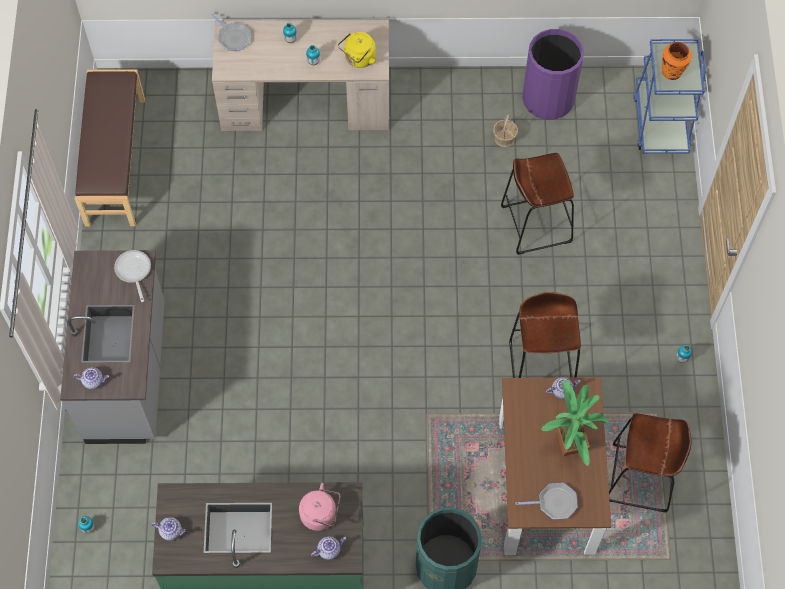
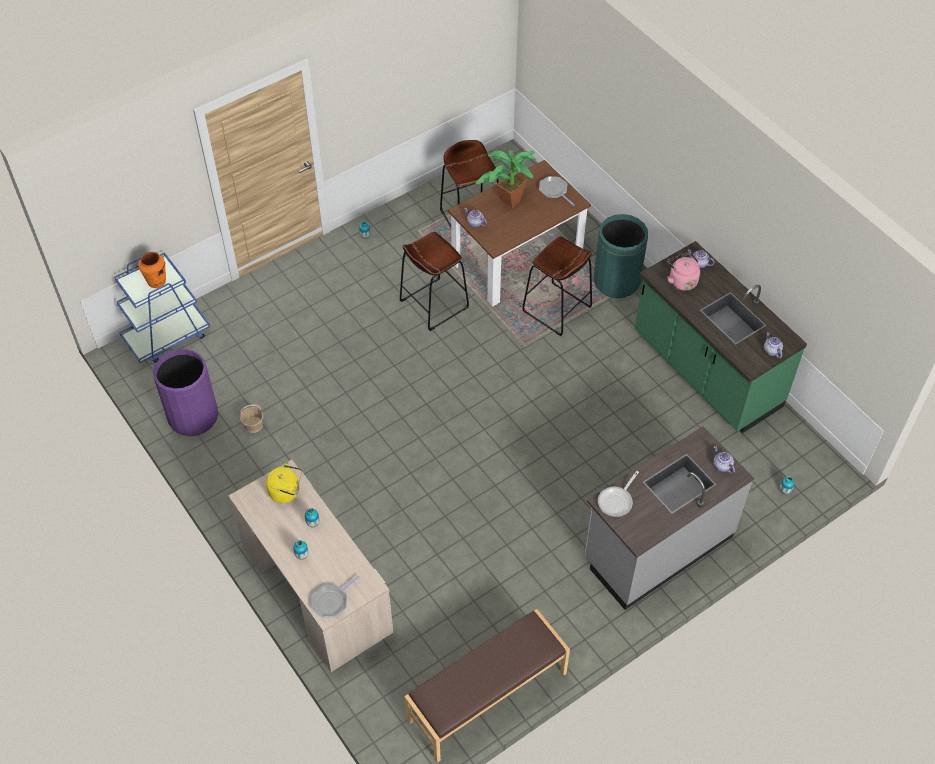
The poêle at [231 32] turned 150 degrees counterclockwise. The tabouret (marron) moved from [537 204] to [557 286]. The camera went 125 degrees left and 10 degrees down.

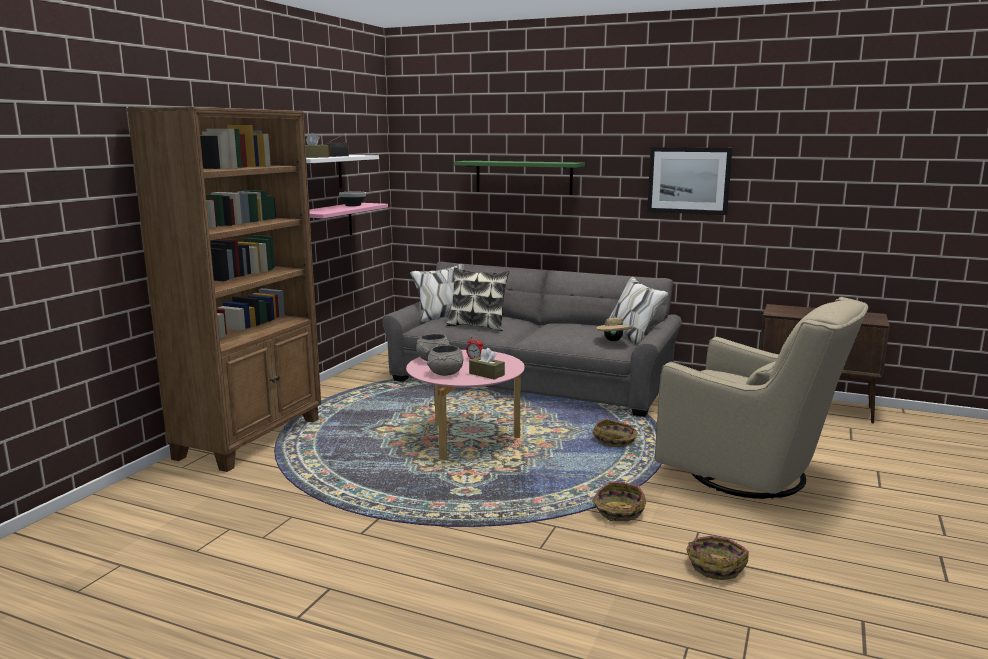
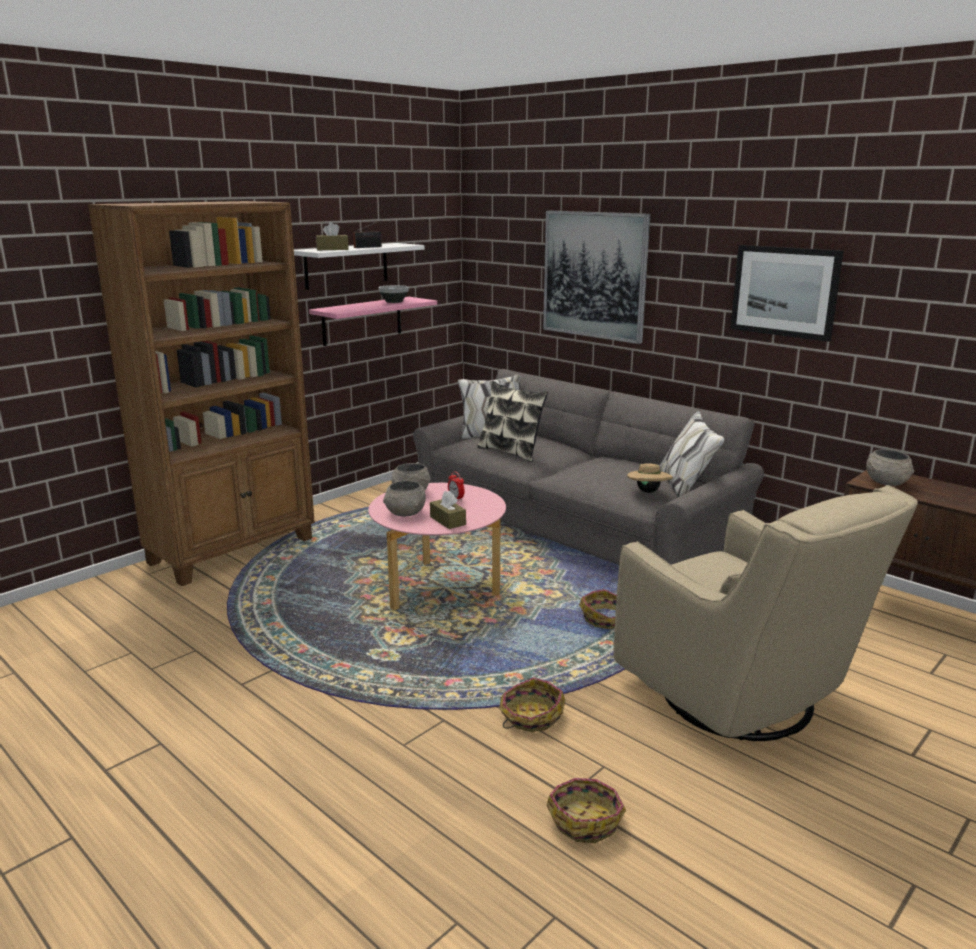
The étagère (vert) at [519 178] was replaced by the tableau at [596 277]. The bol (gris) at [890 467] appeared. The camera went 20 degrees right and 5 degrees up.

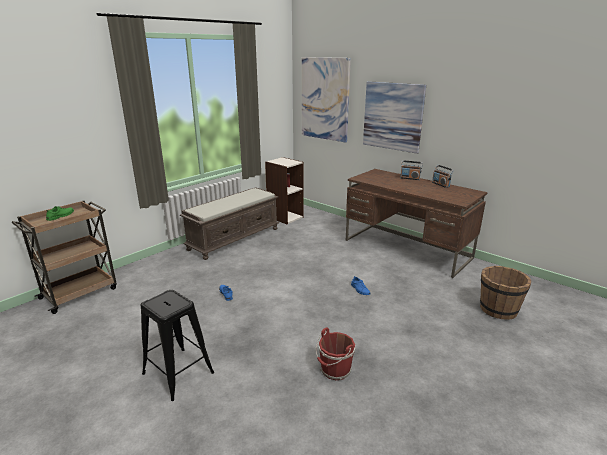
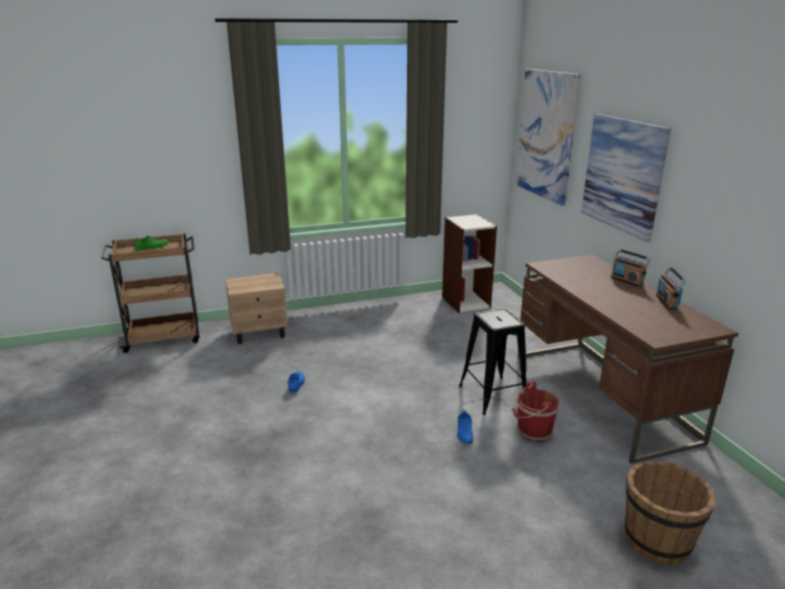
The tabouret (noir) moved from [177 345] to [492 361]. The banc (marron) at [229 223] disappeared. The seau (rouge) moved from [335 354] to [536 411]. The table de chevet (beige) at [256 308] appeared. The camera went 30 degrees right and 0 degrees up.

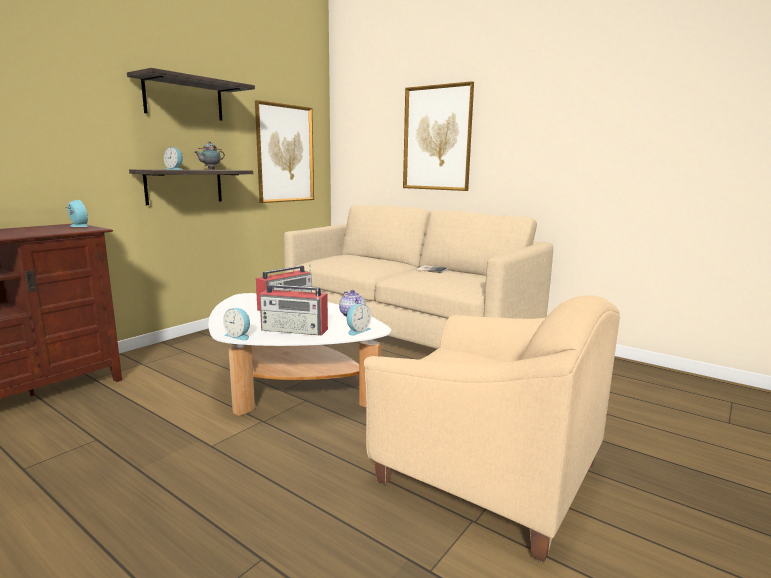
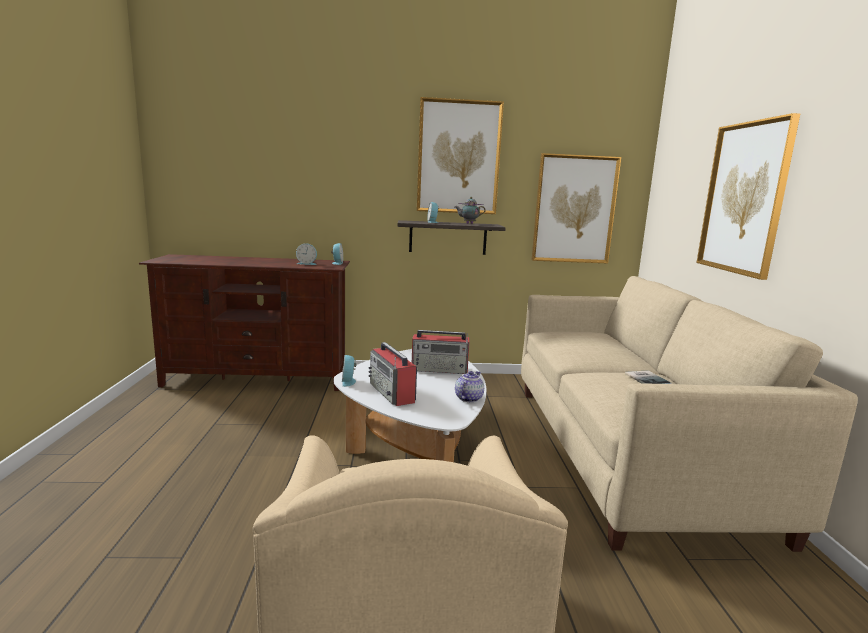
The étagère at [191 94] was replaced by the tableau at [460 155]. The réveil moved from [359 320] to [306 254]. The camera went 50 degrees right and 0 degrees up.

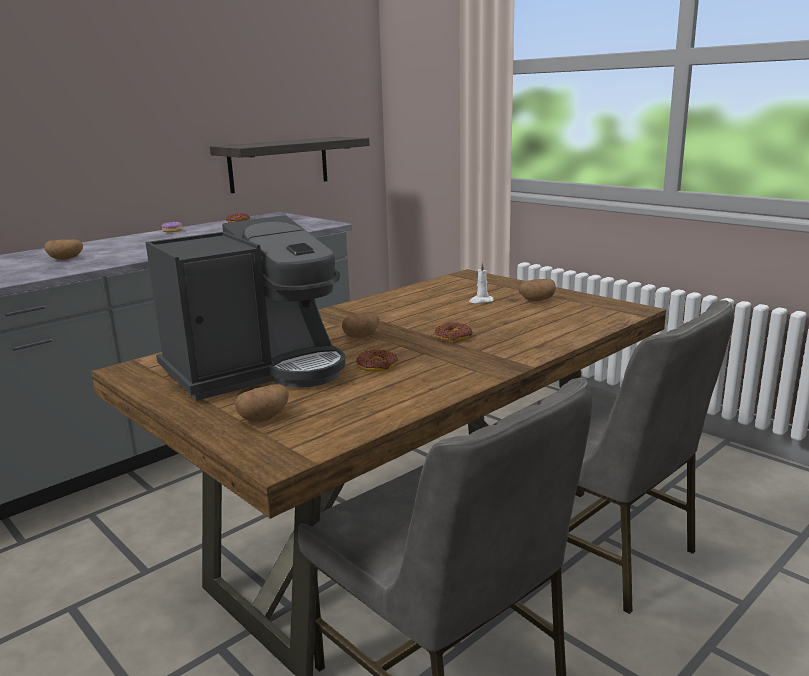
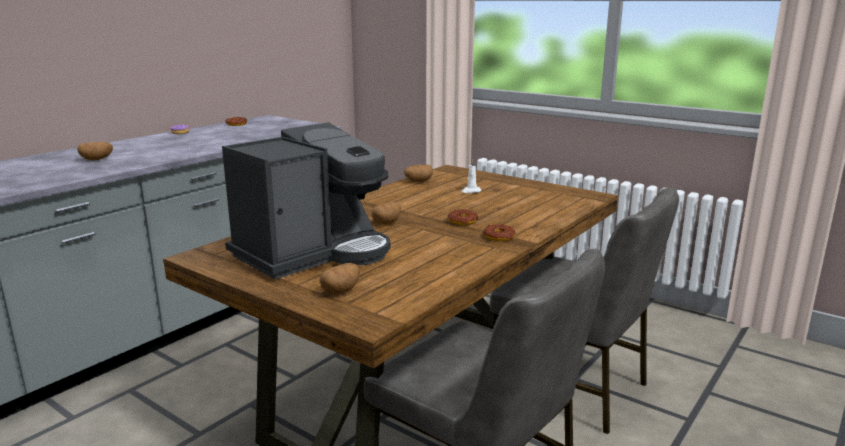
The étagère at [290 165] disappeared. The beignet moved from [377 361] to [499 232]. The pomme de terre moved from [537 290] to [418 173]. The camera went 10 degrees left and 0 degrees up.

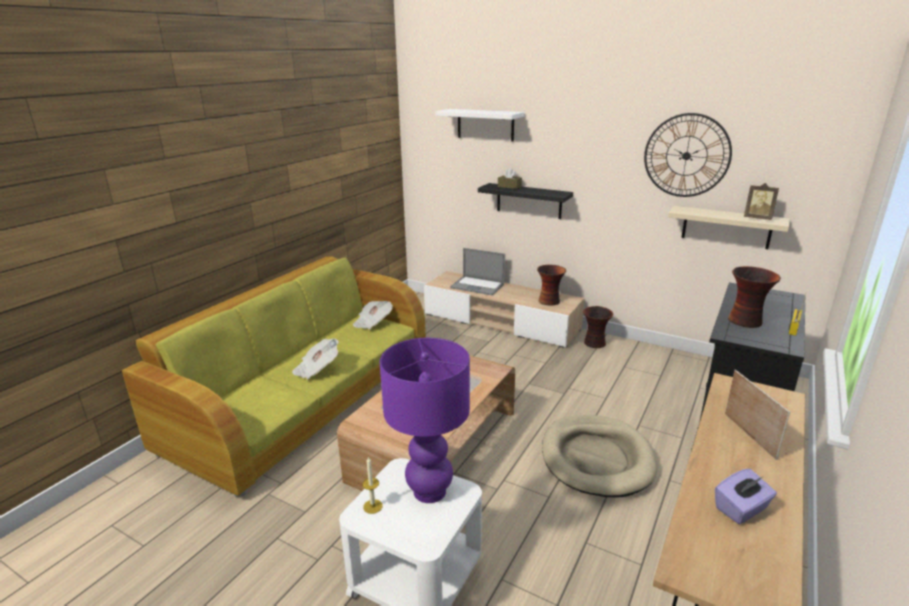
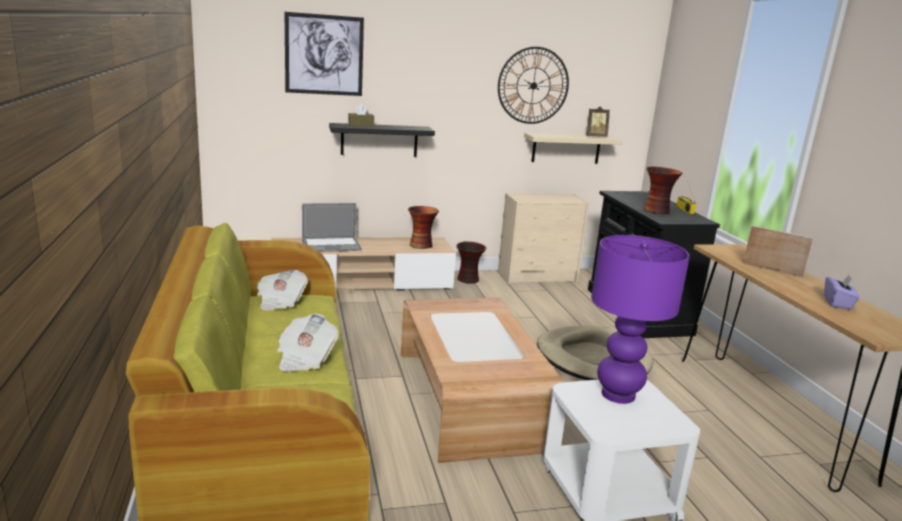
The bougie at [372 485] disappeared. The étagère (blanc) at [480 125] was replaced by the tableau at [324 54]. The commode (beige) at [543 238] appeared. The camera went 45 degrees left and 5 degrees down.

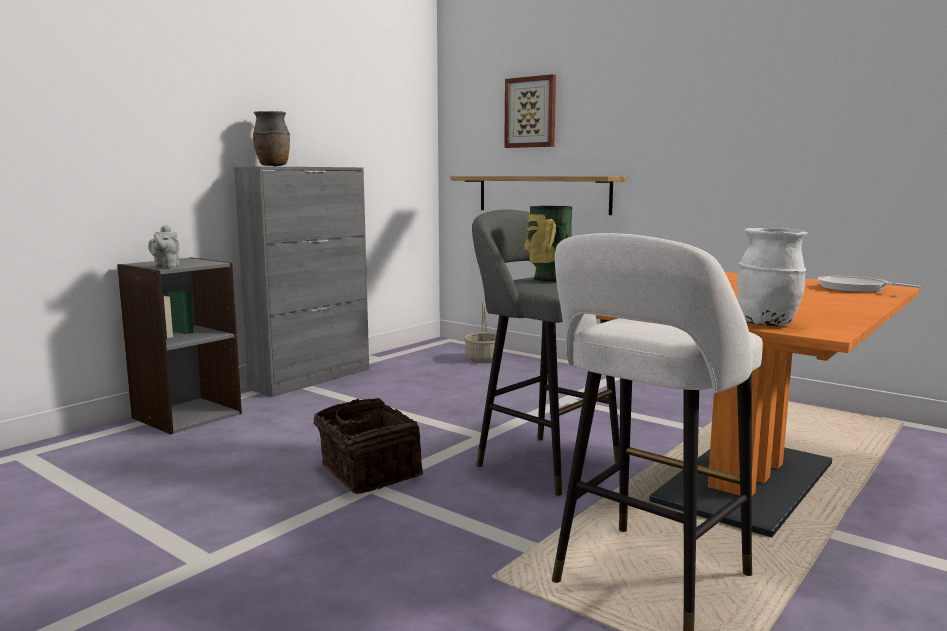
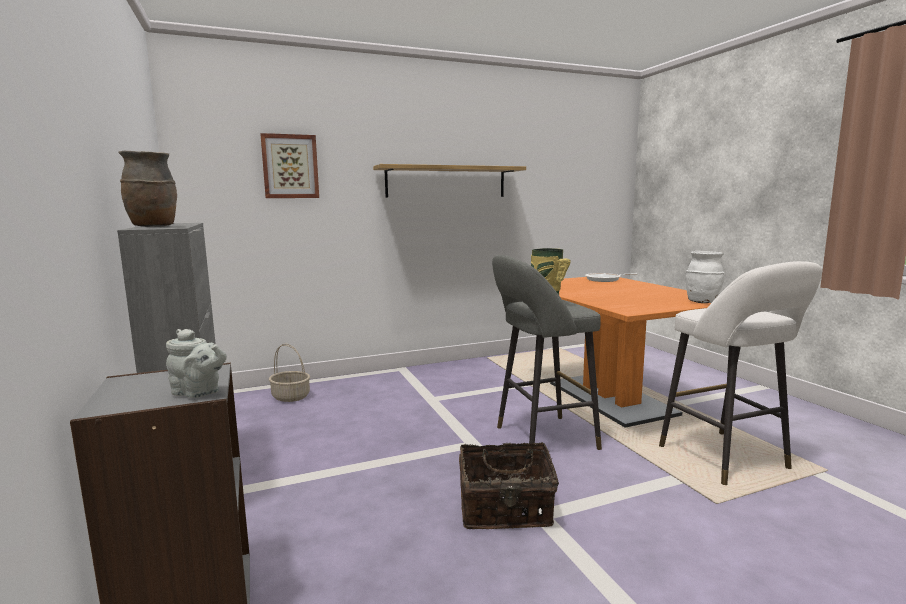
The étagère moved from [538 195] to [449 181]. The camera went 60 degrees left and 0 degrees up.

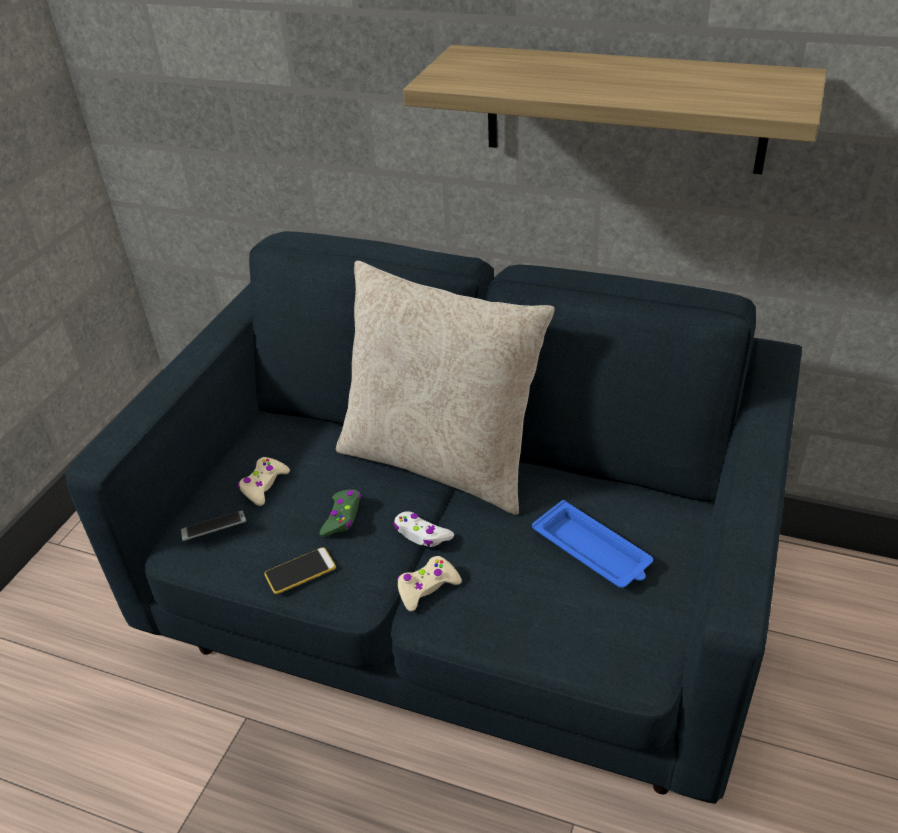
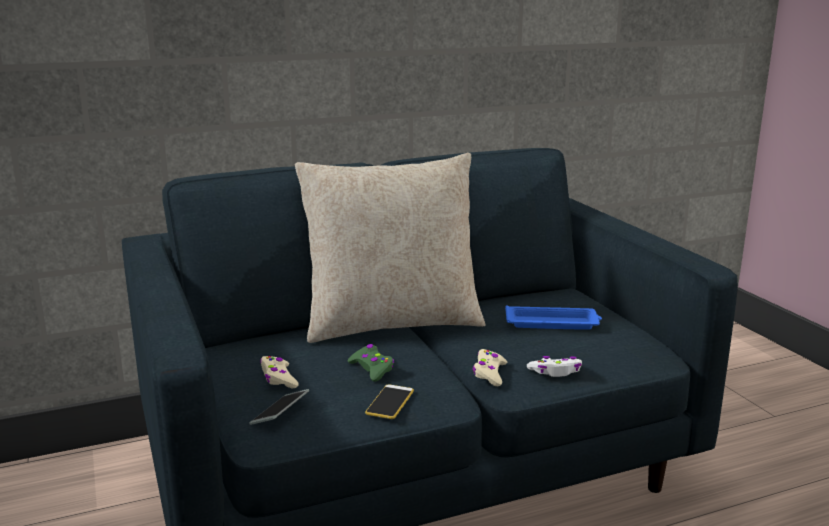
The manette (blanc) moved from [423 529] to [554 366]. The étagère at [615 109] disappeared. The camera went 45 degrees left and 20 degrees down.

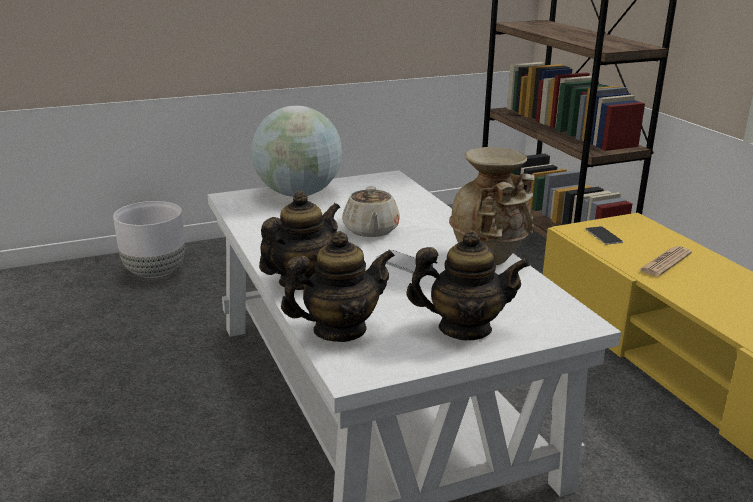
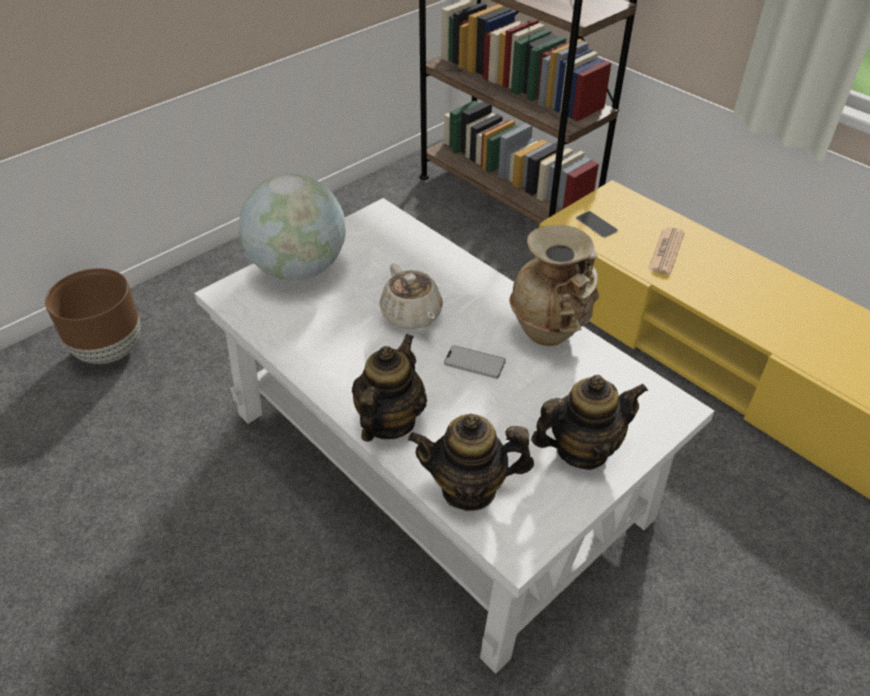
The cache-pot (blanc) at [149 239] became the cache-pot (marron) at [92 316]. The théière at [338 286] turned 135 degrees counterclockwise. The camera went 20 degrees left and 20 degrees up.

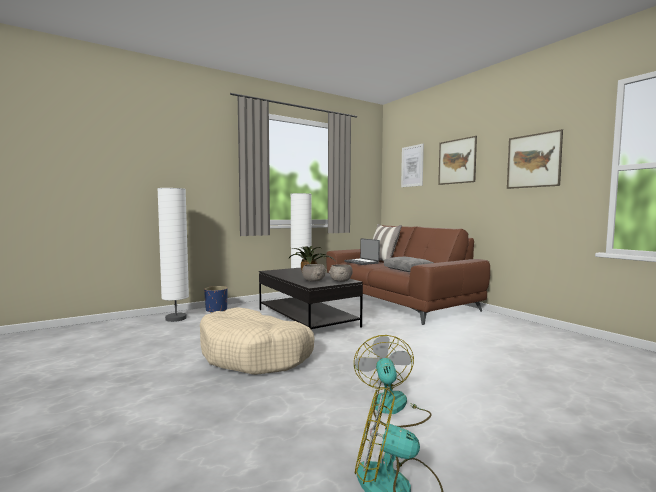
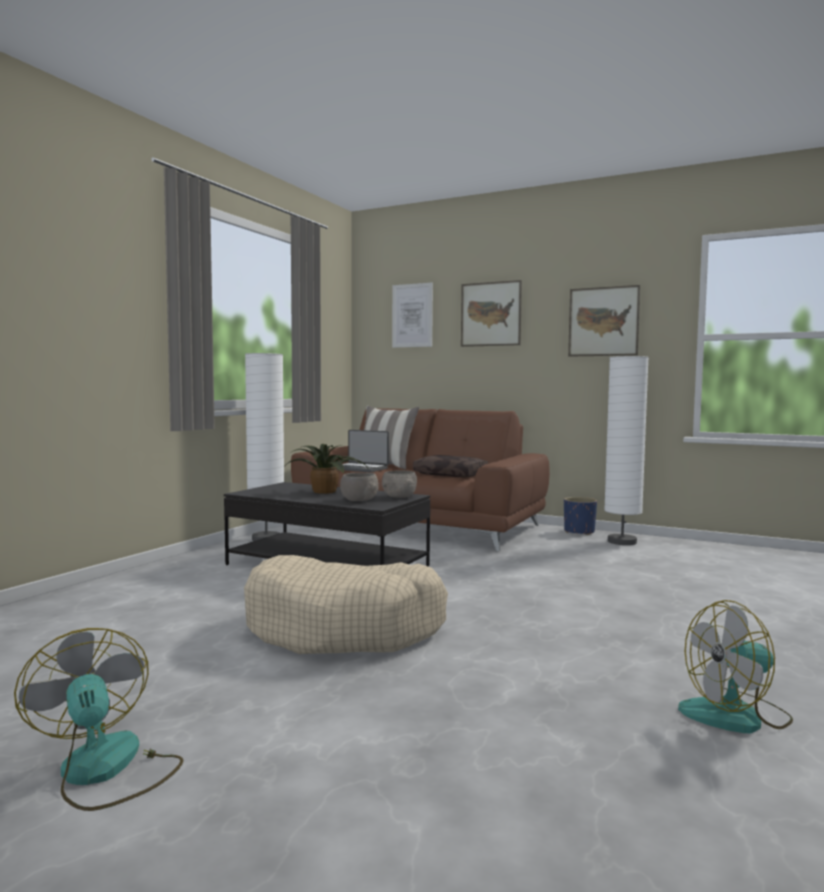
The lampadaire (blanc) moved from [173 255] to [626 450]. The cache-pot (bleu) moved from [216 299] to [580 516]. The ventilateur moved from [393 381] to [99 719]. The coussin (gris) at [409 264] became the coussin (marron) at [450 466]. The camera went 30 degrees left and 0 degrees up.

